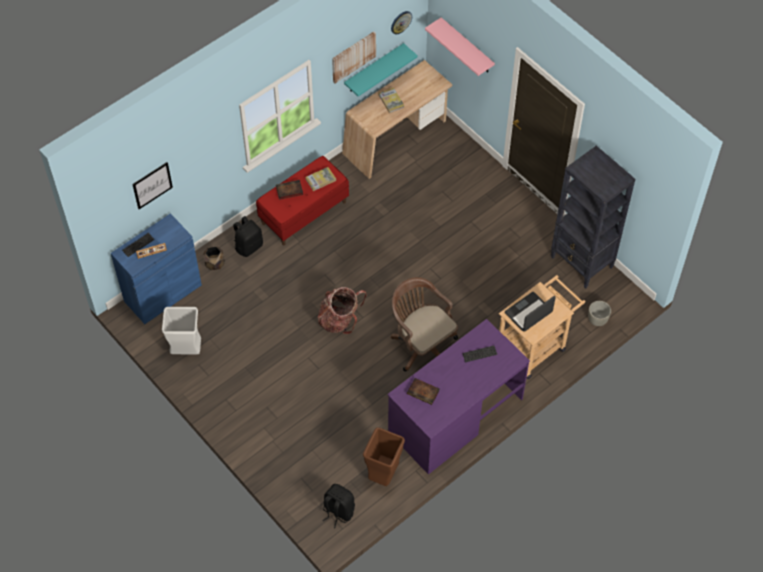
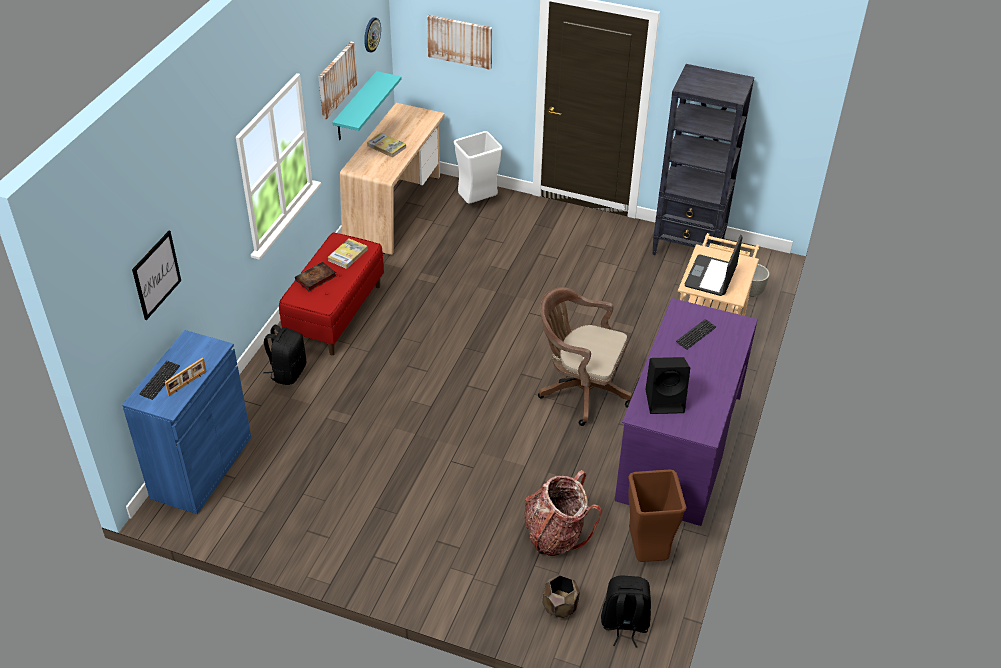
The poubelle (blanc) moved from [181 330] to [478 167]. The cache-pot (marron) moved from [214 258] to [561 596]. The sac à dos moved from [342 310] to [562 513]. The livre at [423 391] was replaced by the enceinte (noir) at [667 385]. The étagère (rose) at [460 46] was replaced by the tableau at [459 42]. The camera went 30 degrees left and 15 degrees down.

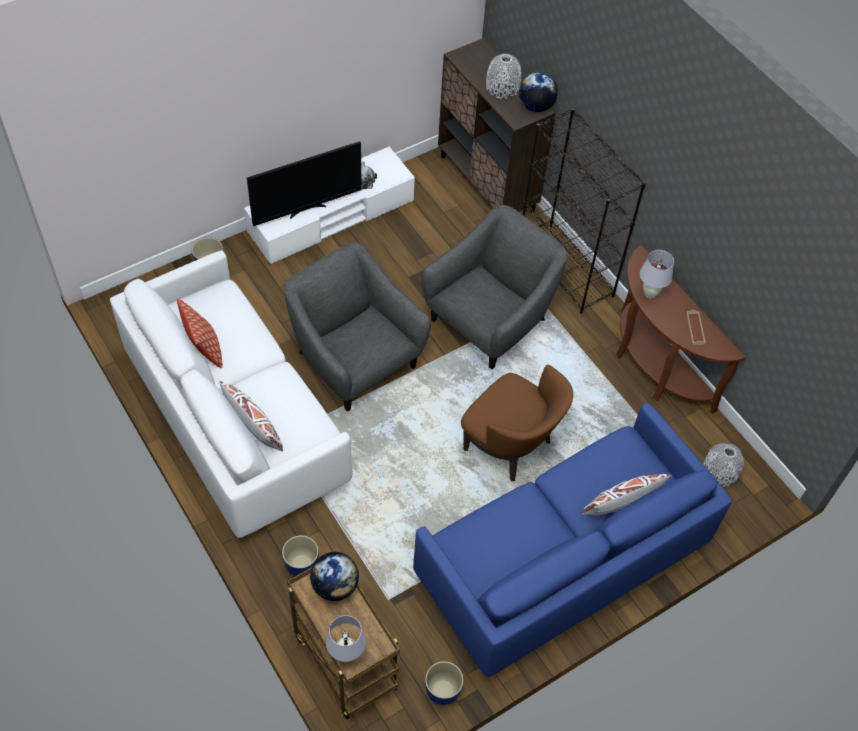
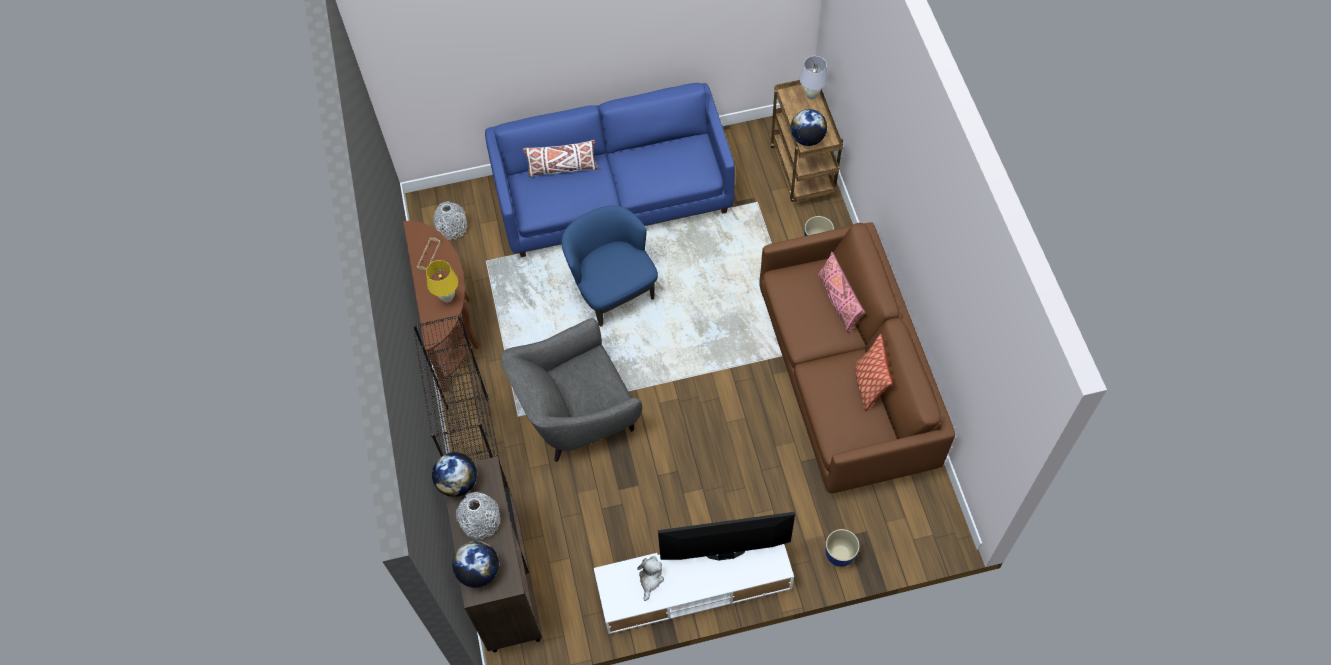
The canapé (blanc) at [231 394] became the canapé (marron) at [857 357]. The coussin (blanc) at [251 416] became the coussin (rose) at [841 293]. The fauteuil (gris) at [357 327] disappeared. The cache-pot at [444 683] disappeared. The fauteuil (marron) at [517 423] became the fauteuil (bleu) at [609 266]. The lampe de table (blanc) at [657 274] became the lampe de table (jaune) at [442 281]. The globe at [475 564] appeared. The camera went 155 degrees left and 5 degrees up.

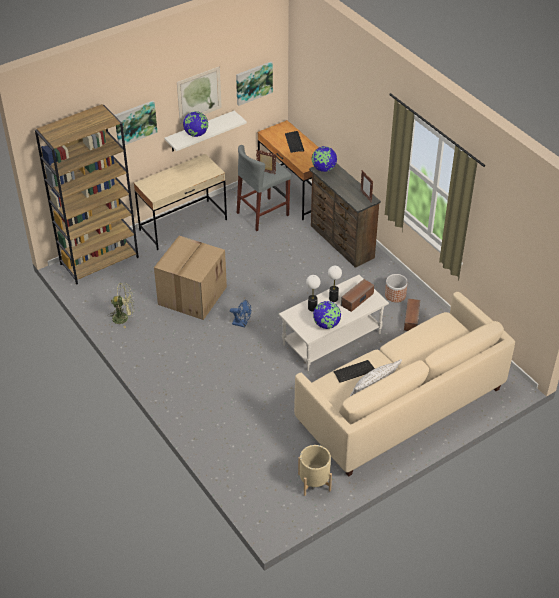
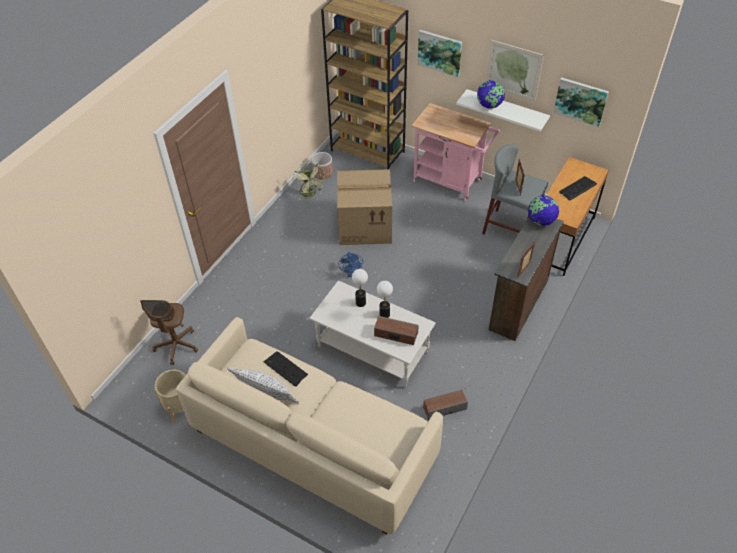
The bureau (beige) at [180 202] was replaced by the chariot (rose) at [455 152]. The globe at [327 315] disappeared. The cache-pot moved from [396 288] to [322 165]. The chaise de bureau (marron) at [169 332] appeared. The camera went 65 degrees right and 5 degrees up.

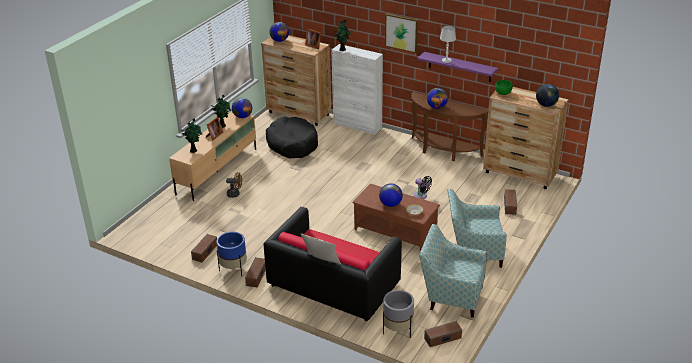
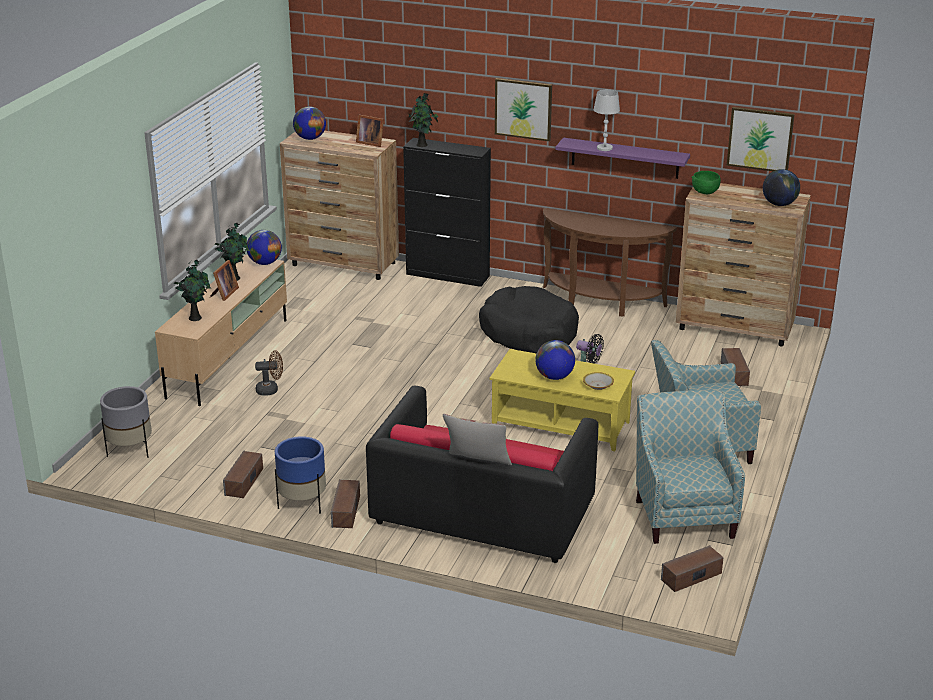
The panier pour chien (noir) moved from [292 138] to [529 319]. The meuble de rangement (blanc) at [357 89] became the meuble de rangement (noir) at [447 212]. The table basse (marron) at [396 217] became the table basse (jaune) at [562 400]. The cache-pot (gris) moved from [398 314] to [126 422]. The fauteuil at [453 271] turned 75 degrees clockwise. The globe at [437 98] disappeared. The tableau at [761 139] appeared. The camera went 10 degrees left and 5 degrees down.

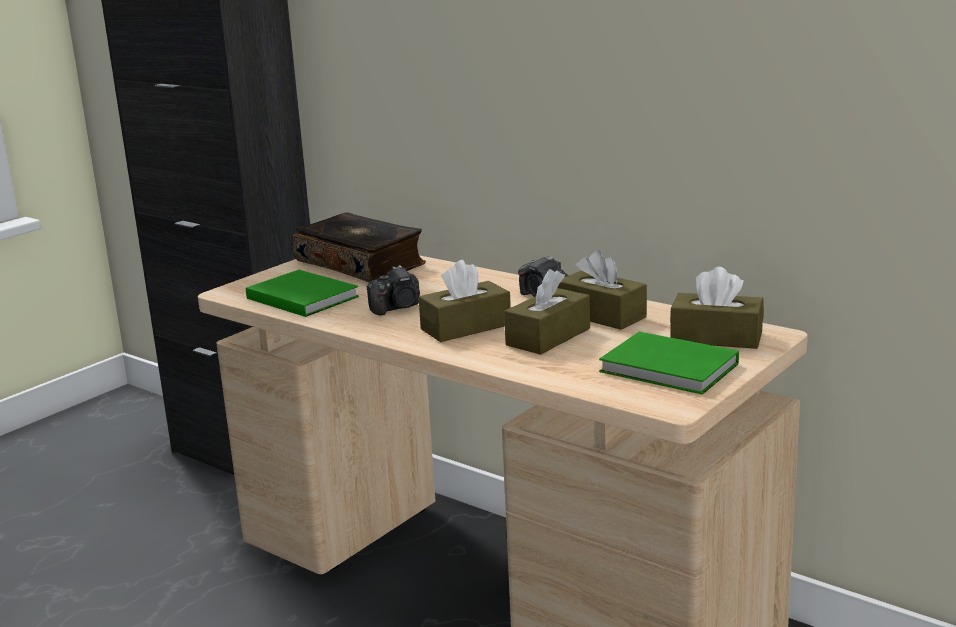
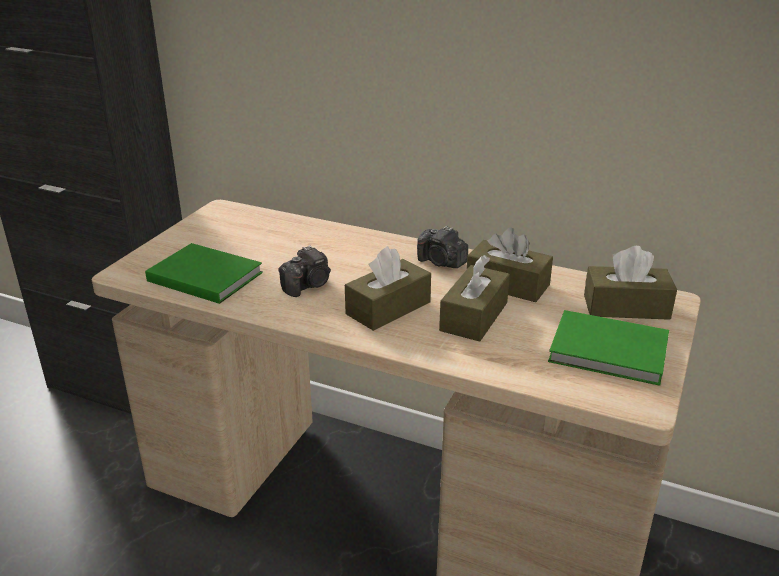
The livre at [358 247] disappeared. The camera went 15 degrees left and 10 degrees up.

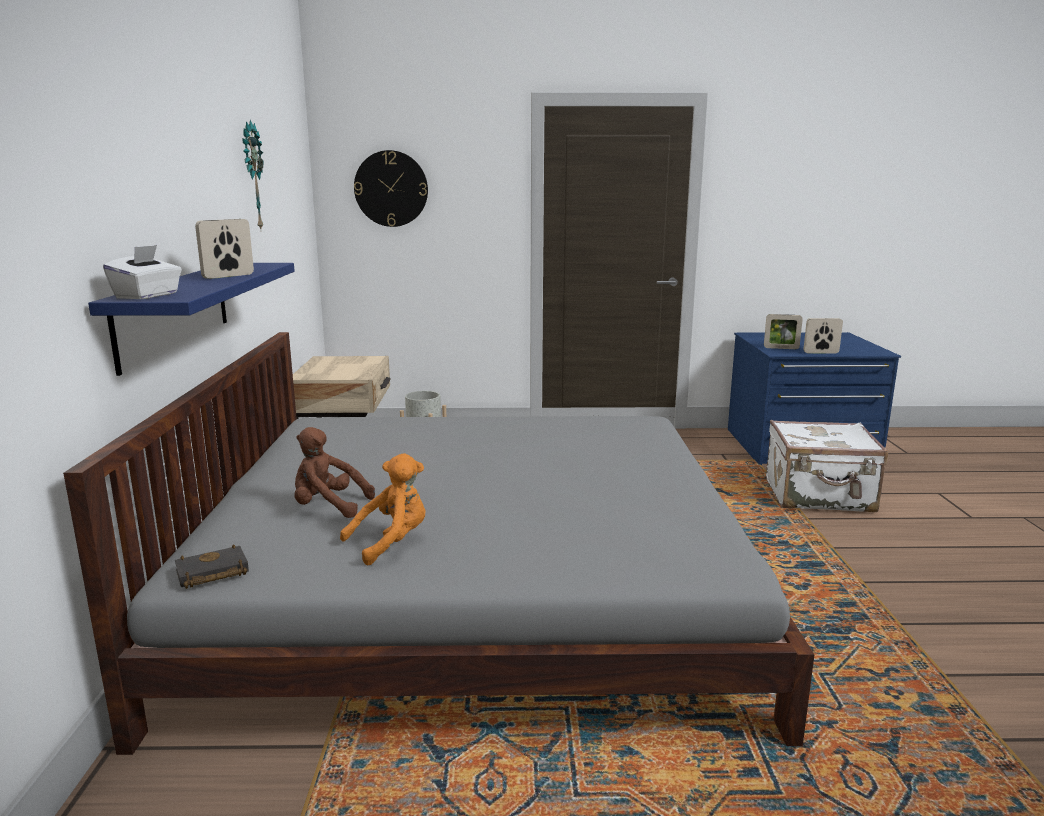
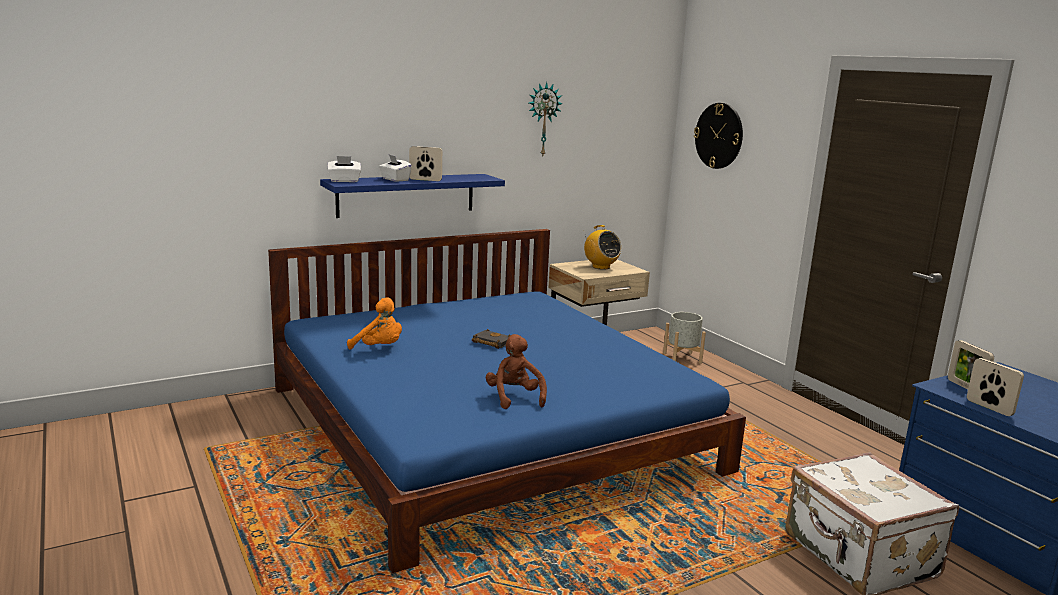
The lit (gris) at [439 543] became the lit (bleu) at [507 401]. The livre (noir) moved from [212 567] to [491 339]. The peluche (marron) moved from [334 472] to [516 371]. The boîte à mouchoirs (blanc) at [395 168] appeared. The radio at [602 247] appeared. The camera went 60 degrees right and 0 degrees up.

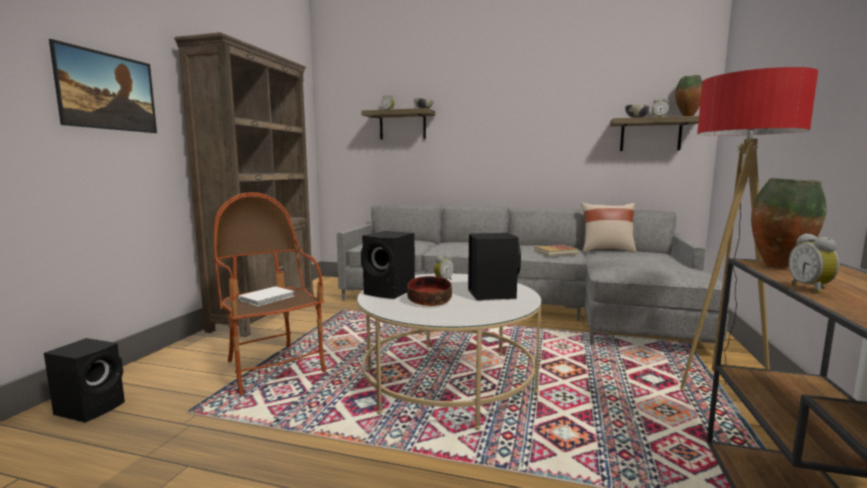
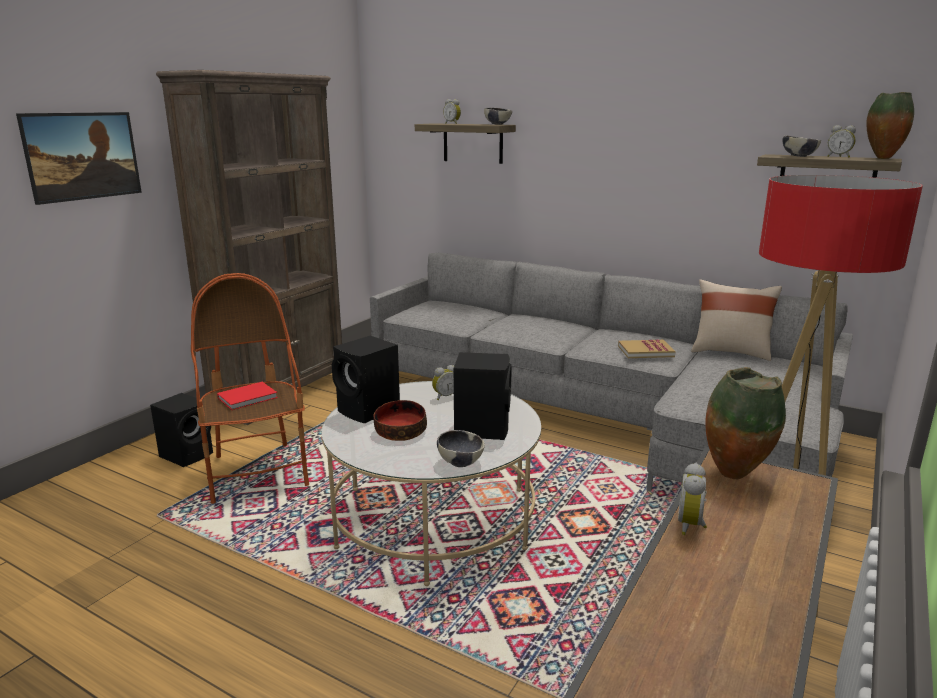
The enceinte (noir) moved from [84 380] to [181 430]. The livre (blanc) at [266 296] became the livre (rouge) at [247 396]. The bol at [461 448] appeared. The camera went 15 degrees right and 10 degrees up.

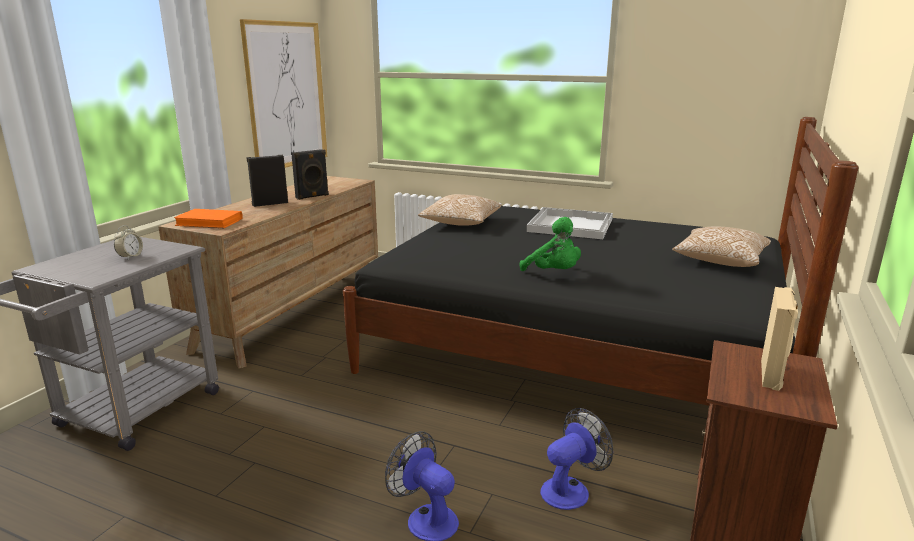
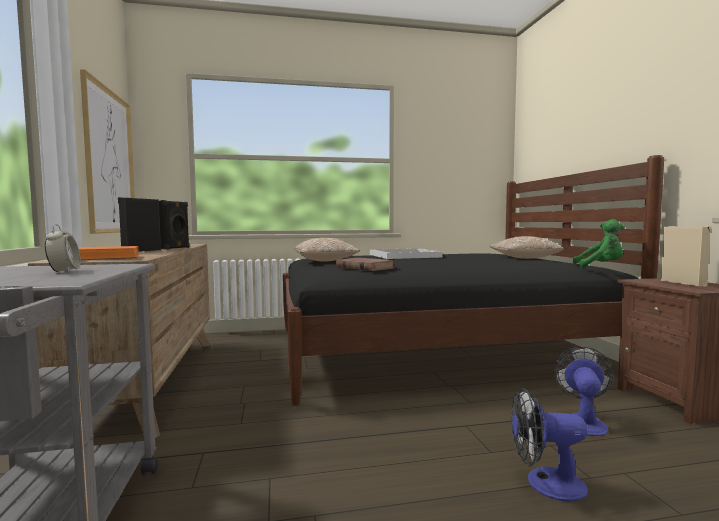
The peluche (vert) moved from [550 244] to [599 243]. The livre (marron) at [365 264] appeared. The camera went 35 degrees left and 15 degrees down.

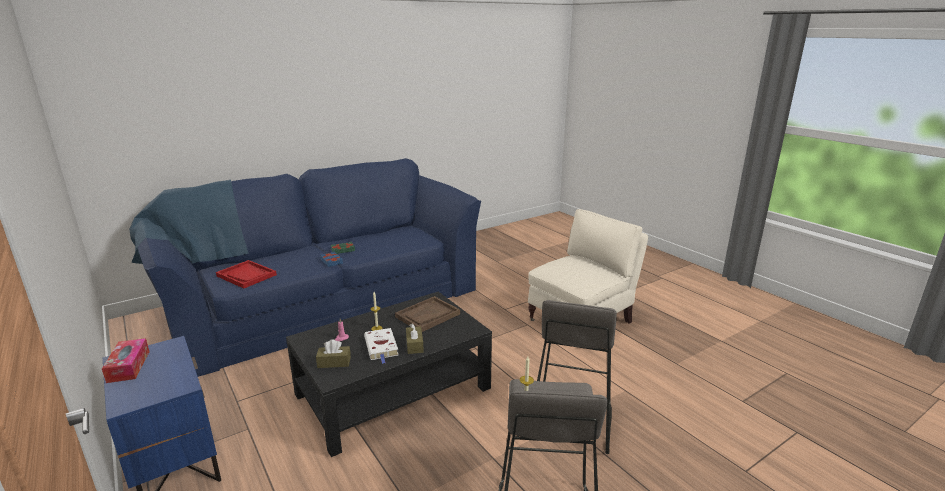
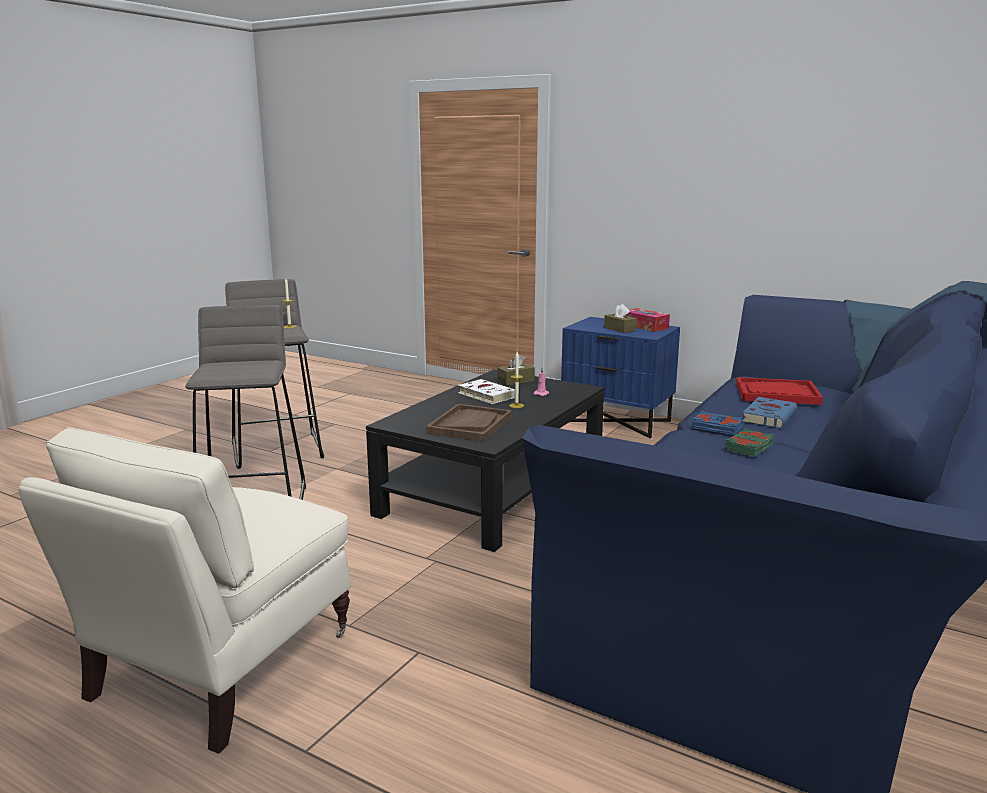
The boîte à mouchoirs (marron) moved from [415 339] to [620 318]. The livre (bleu) at [769 412] appeared. The camera went 155 degrees right and 5 degrees down.

